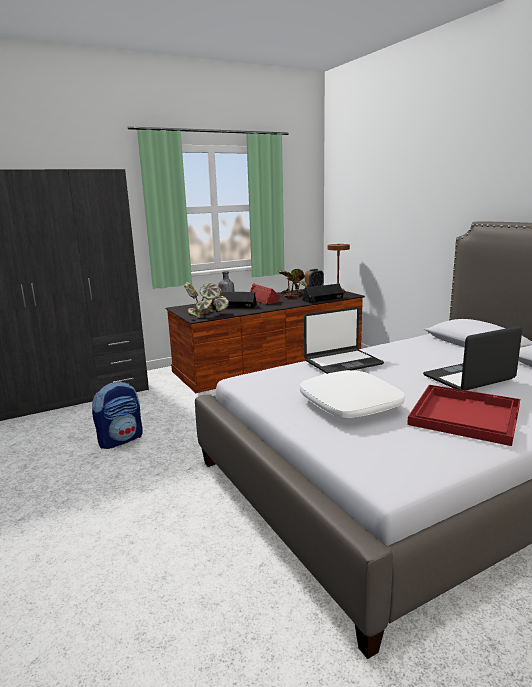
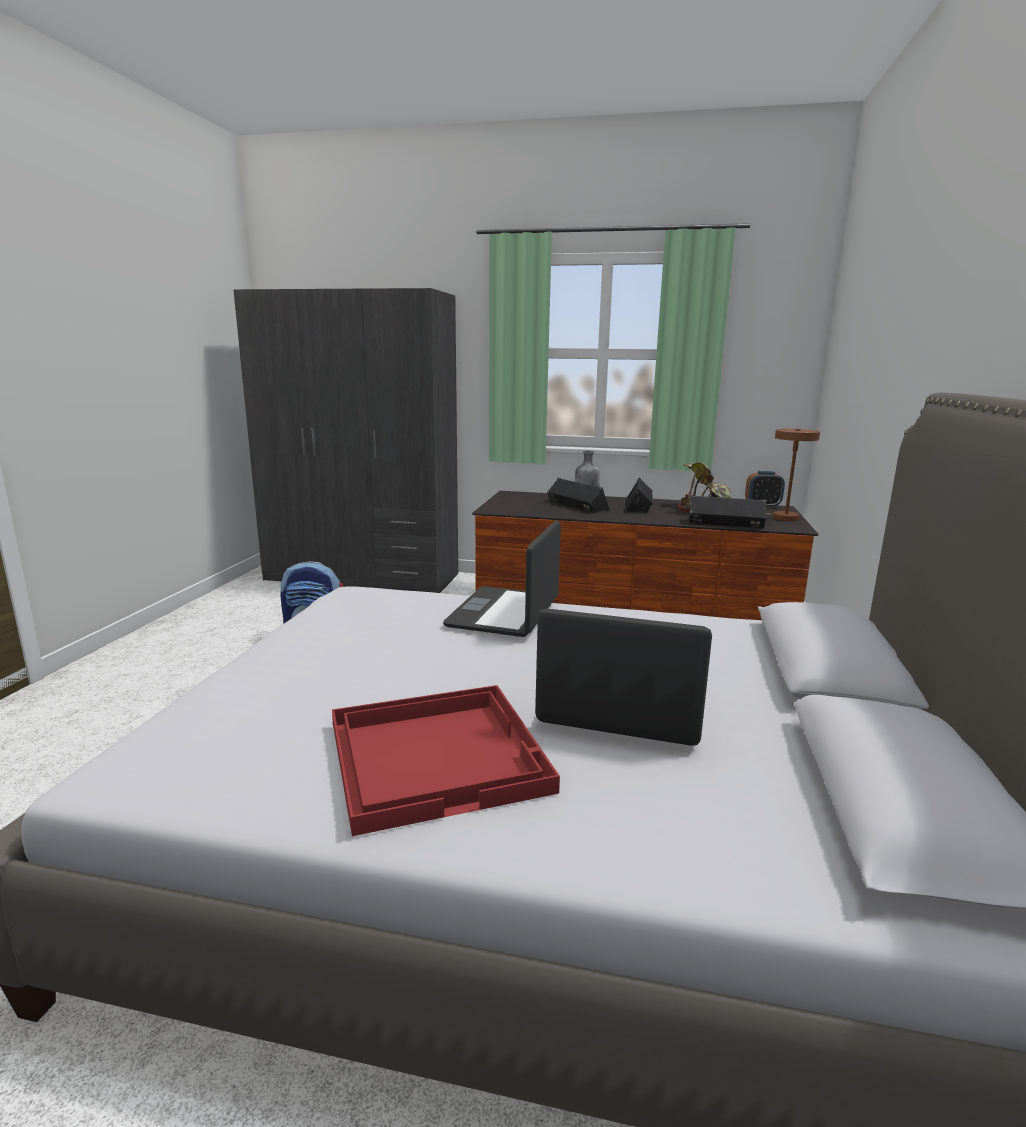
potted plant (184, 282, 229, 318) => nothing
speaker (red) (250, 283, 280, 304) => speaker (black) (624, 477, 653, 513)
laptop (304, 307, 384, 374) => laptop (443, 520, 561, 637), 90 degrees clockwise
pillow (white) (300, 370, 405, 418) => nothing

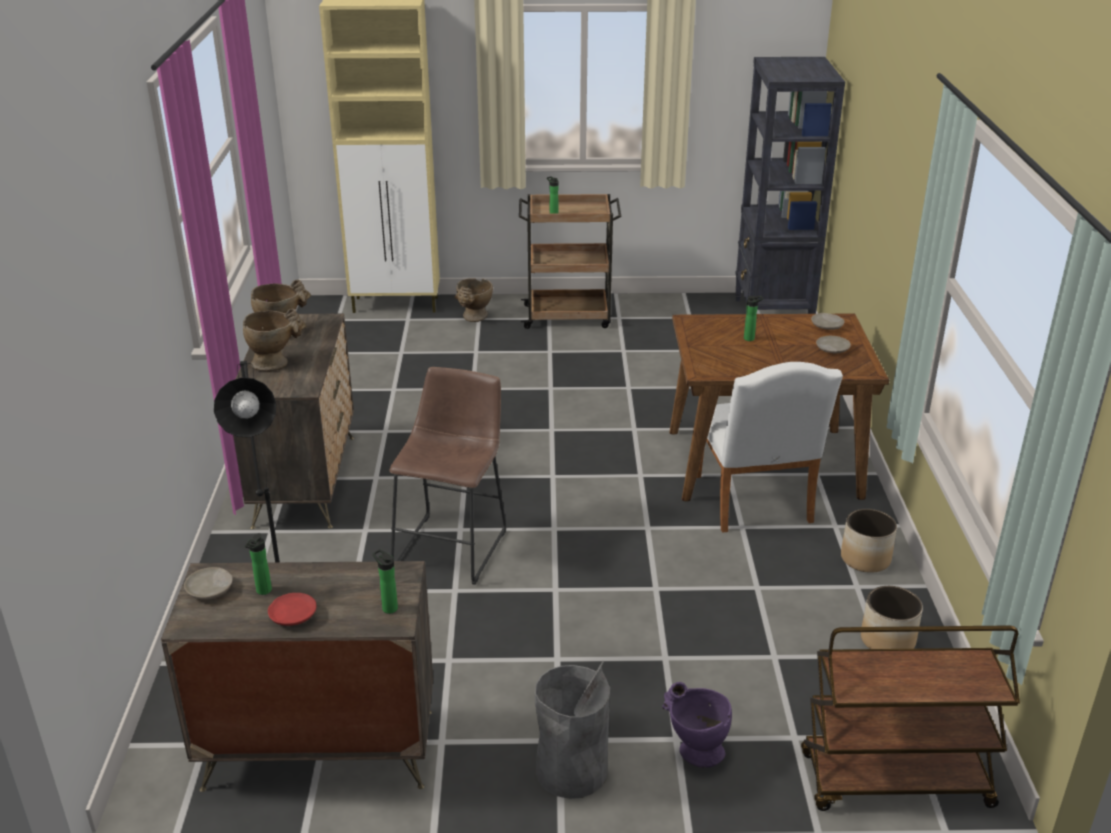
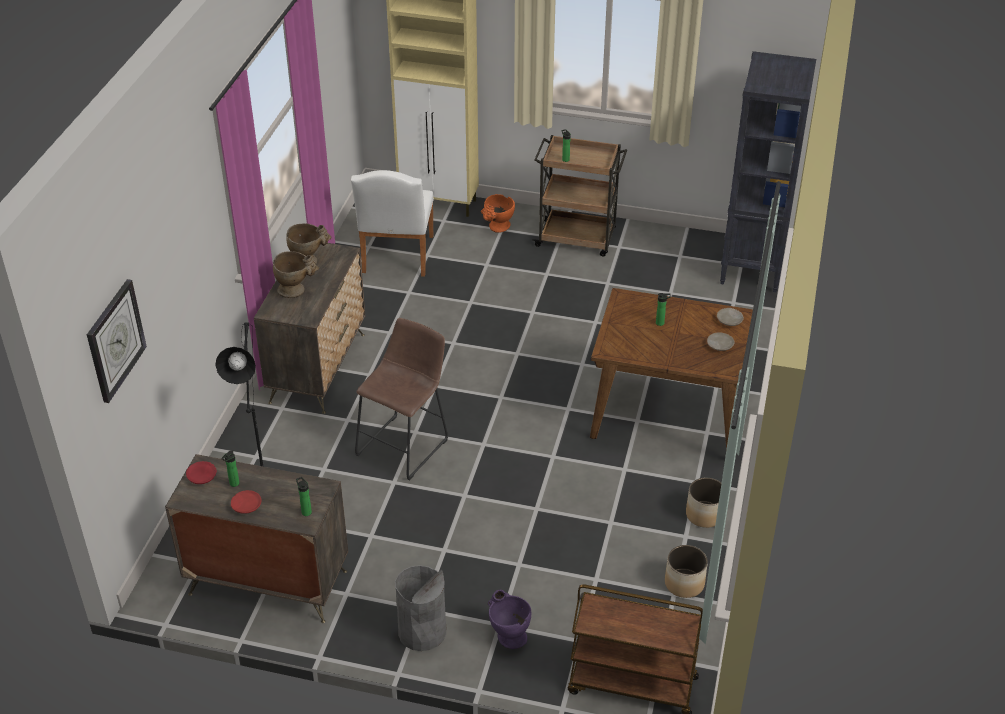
vase (beige) (454, 278, 493, 322) => vase (orange) (480, 194, 515, 233)
chair (white) (697, 362, 843, 533) => chair (white) (351, 170, 434, 276), shifted
plate (beige) (184, 567, 233, 600) => plate (red) (186, 461, 217, 484)
nothing => wall clock (87, 279, 147, 403)

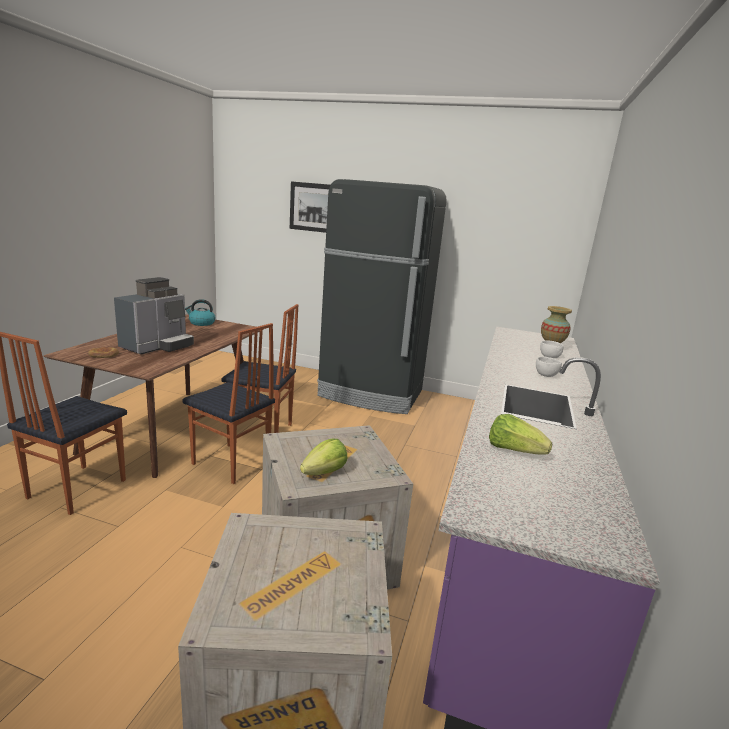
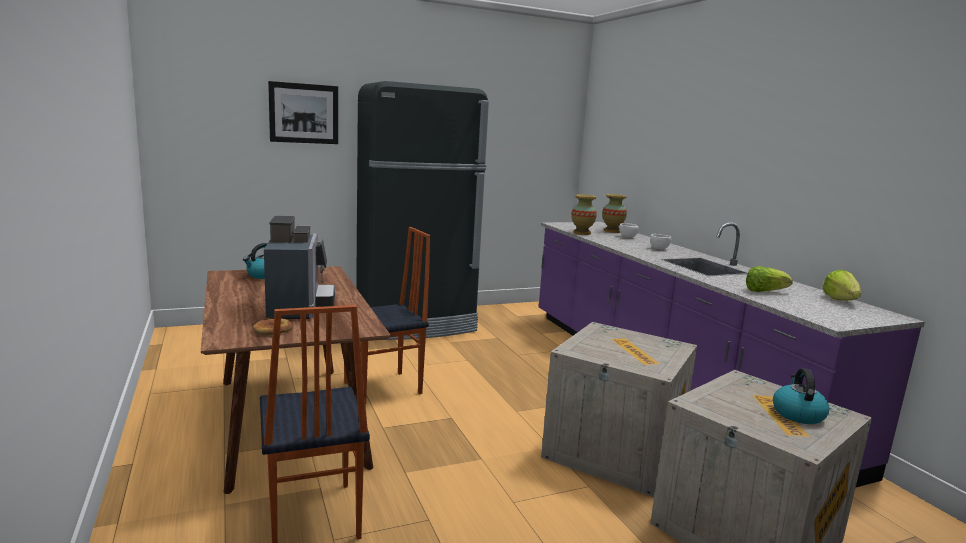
chair (182, 323, 275, 484) => nothing
lettuce (300, 439, 347, 475) => lettuce (822, 270, 861, 301), shifted
nothing => vase (571, 195, 597, 235)
nothing => kettle (773, 368, 830, 424)

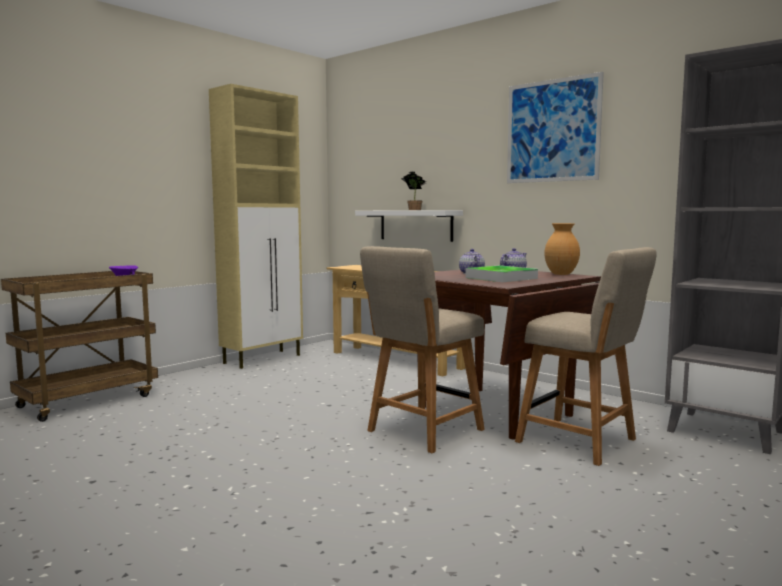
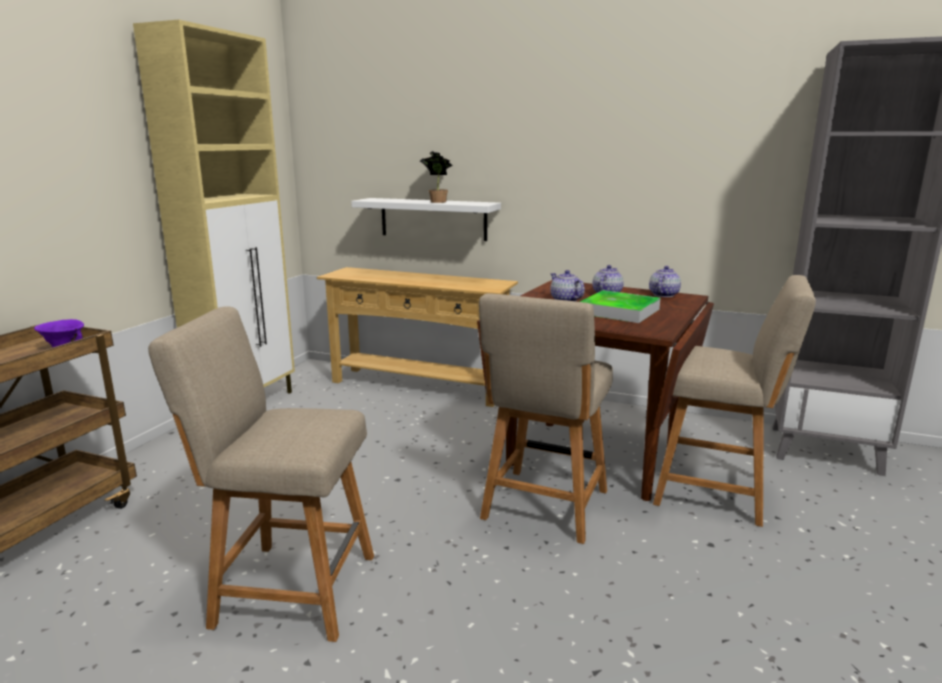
picture (507, 72, 604, 183) => nothing
vase (brown) (544, 223, 580, 275) => teapot (649, 266, 681, 297)
nothing => chair (beige) (148, 307, 374, 642)

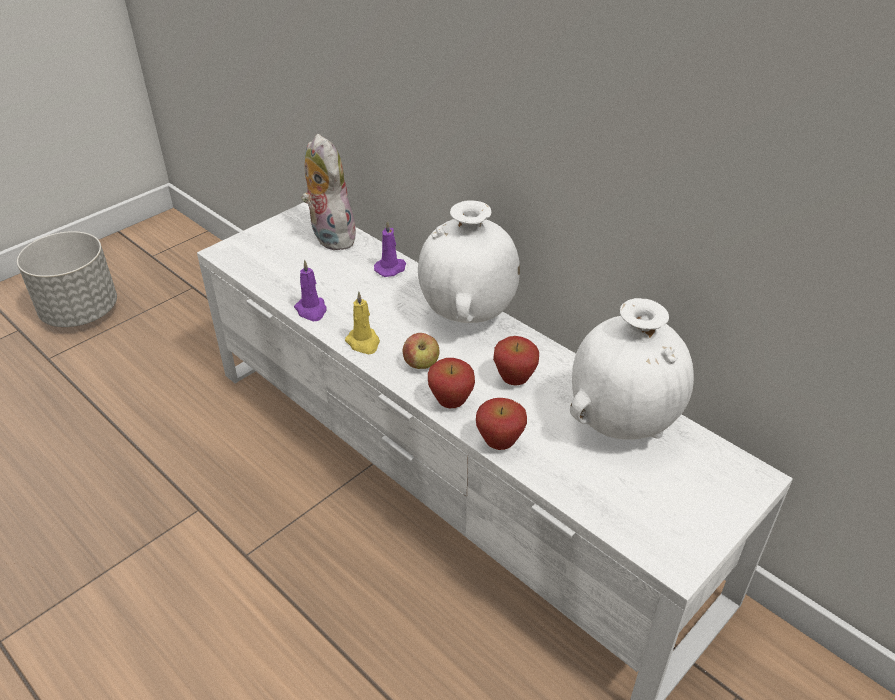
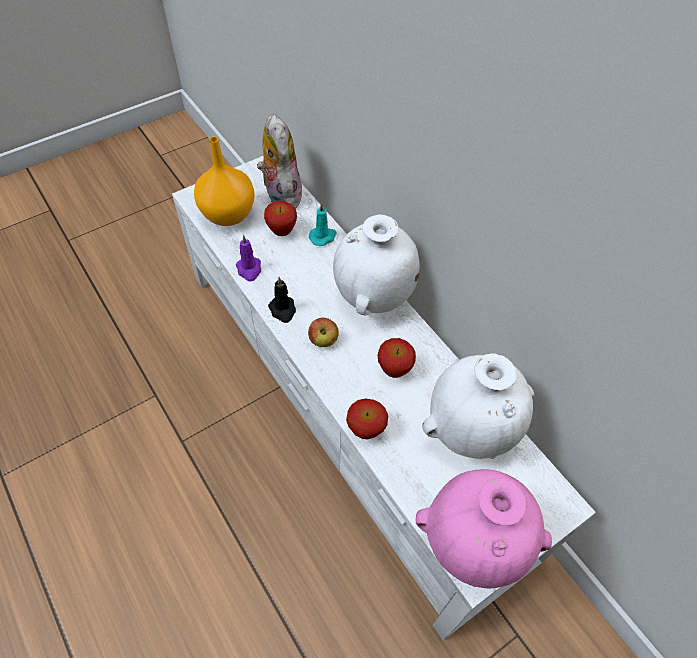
candle (purple) (374, 220, 406, 277) => candle (turquoise) (309, 203, 337, 246)
planter (grey) (17, 231, 117, 327) => nothing
candle (yellow) (345, 291, 380, 354) => candle (black) (268, 277, 296, 323)
apple (428, 358, 475, 408) => apple (264, 201, 297, 236), shifted
nothing => vase (orange) (194, 136, 255, 226)
nothing => vase (pink) (416, 469, 552, 588)

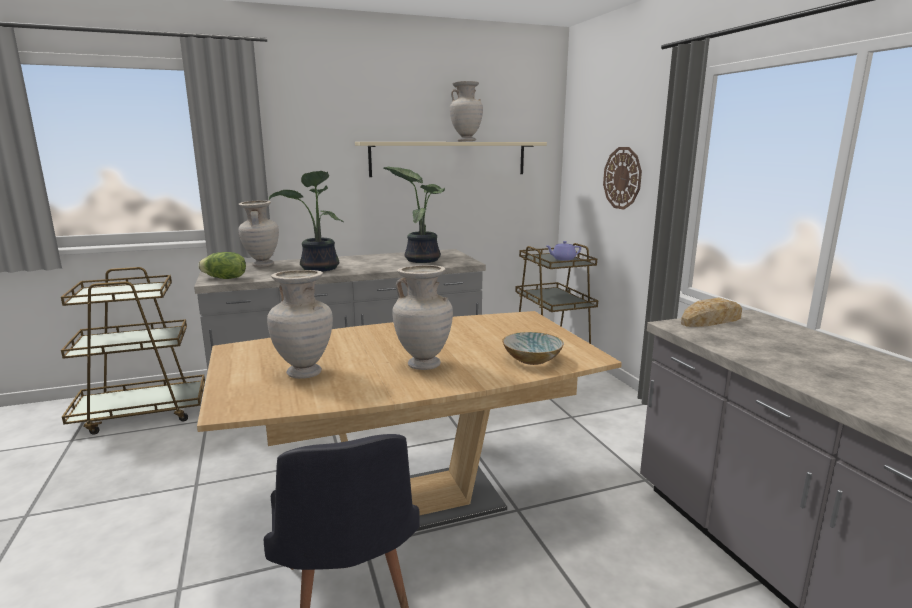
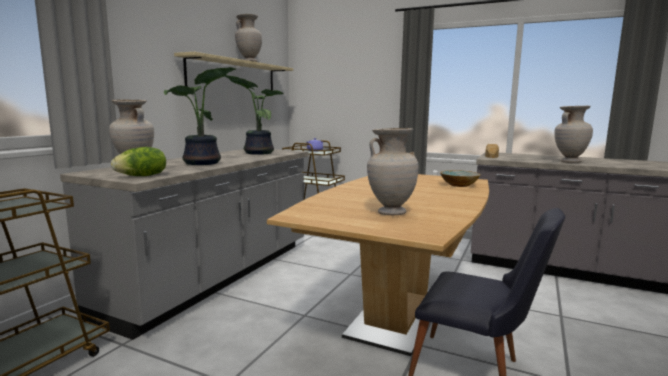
wall clock (603, 147, 642, 210) => nothing
vase (beige) (392, 265, 453, 370) => vase (beige) (554, 106, 593, 163), shifted

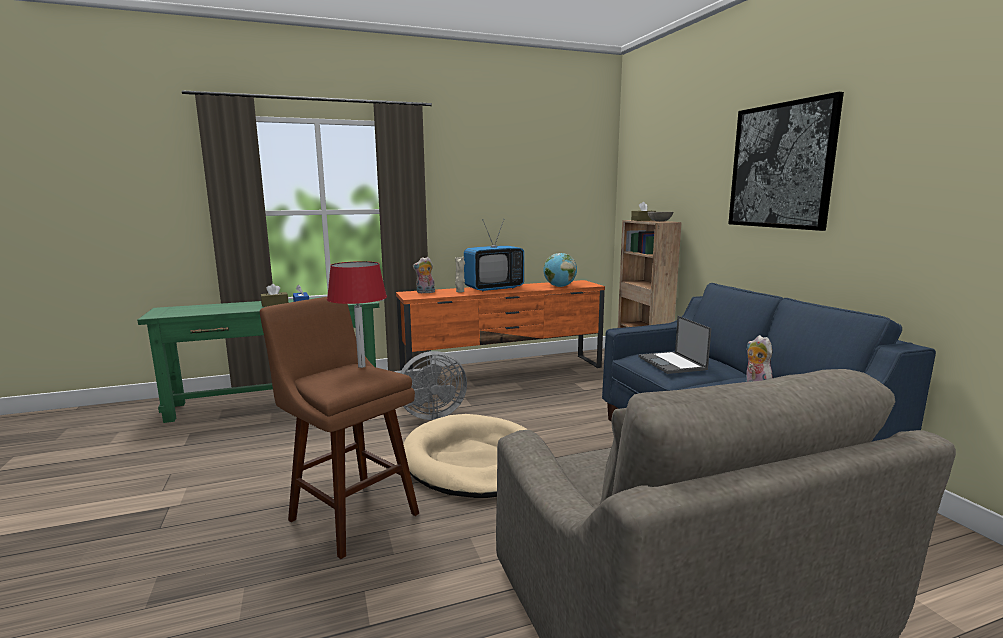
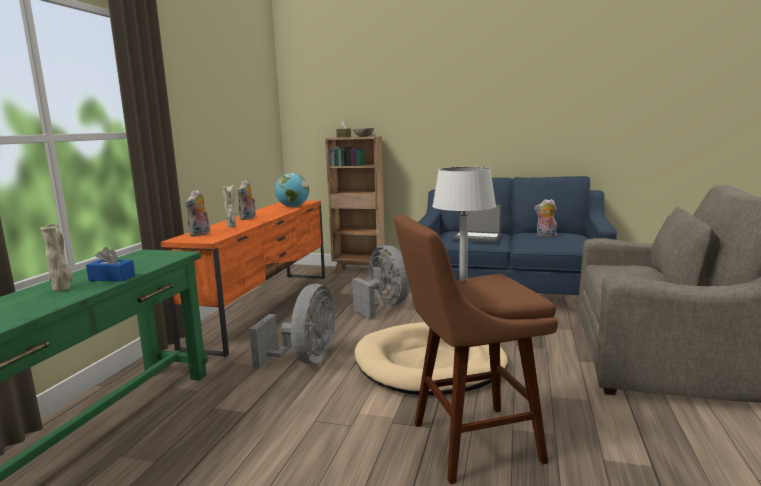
picture (728, 92, 844, 231) => nothing
television (464, 220, 524, 291) => plush toy (238, 180, 255, 220)
table lamp (red) (327, 261, 387, 368) => table lamp (white) (432, 167, 496, 281)
tissue box (brown) (261, 284, 288, 307) => vase (beige) (40, 223, 73, 291)
nothing => fan (grey) (353, 245, 410, 319)

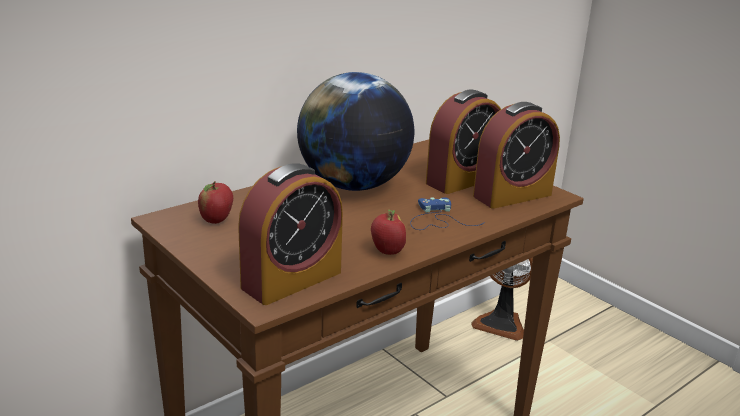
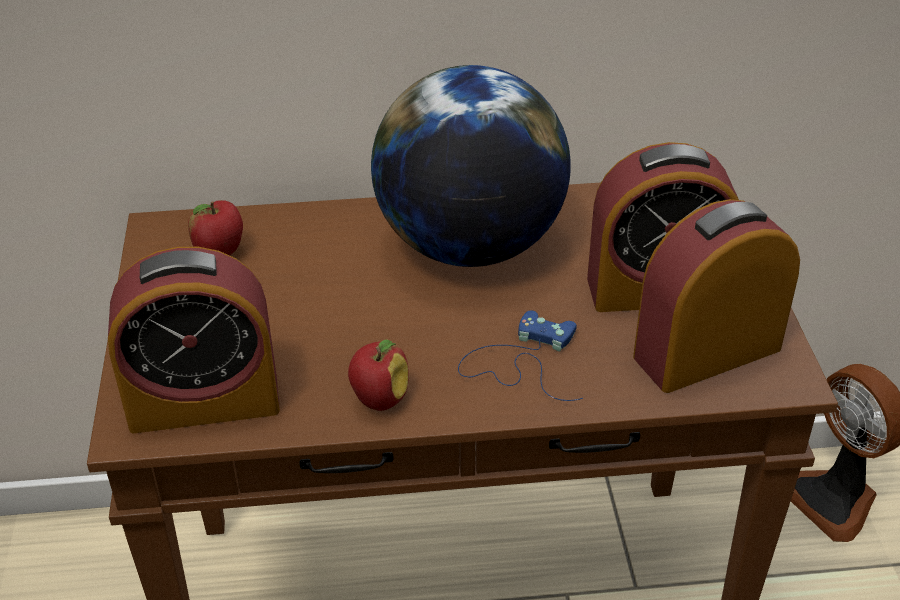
alarm clock (473, 102, 560, 209) => alarm clock (633, 199, 800, 393), 150 degrees clockwise

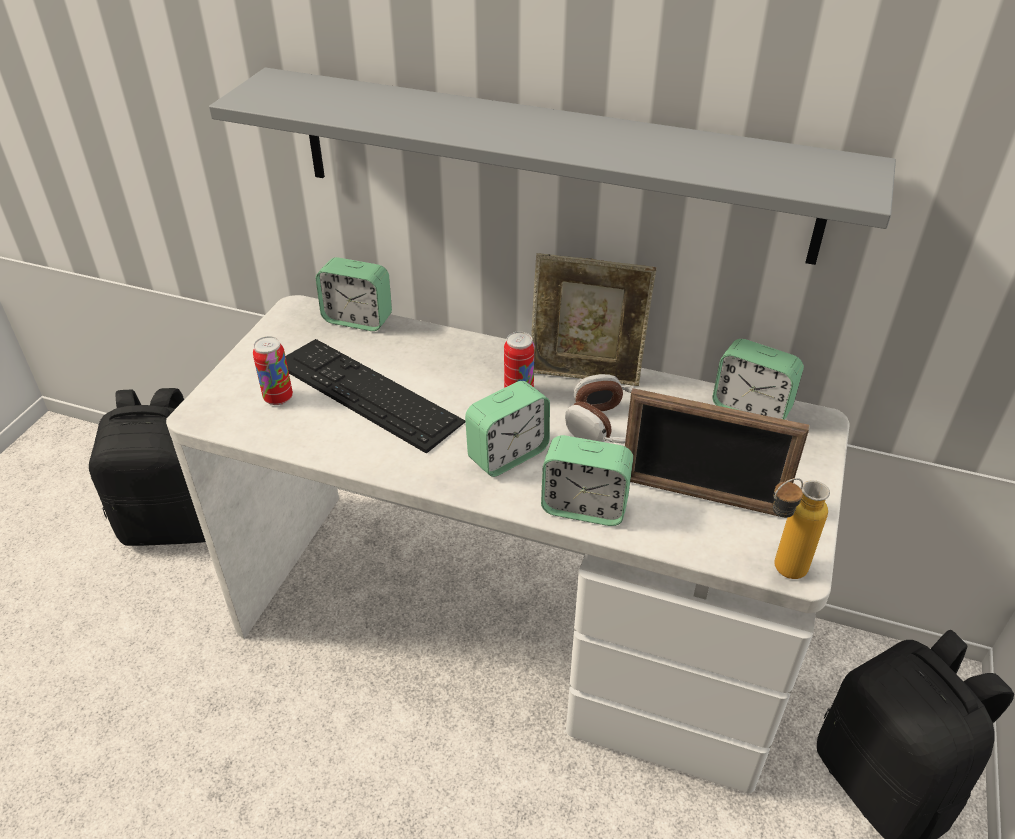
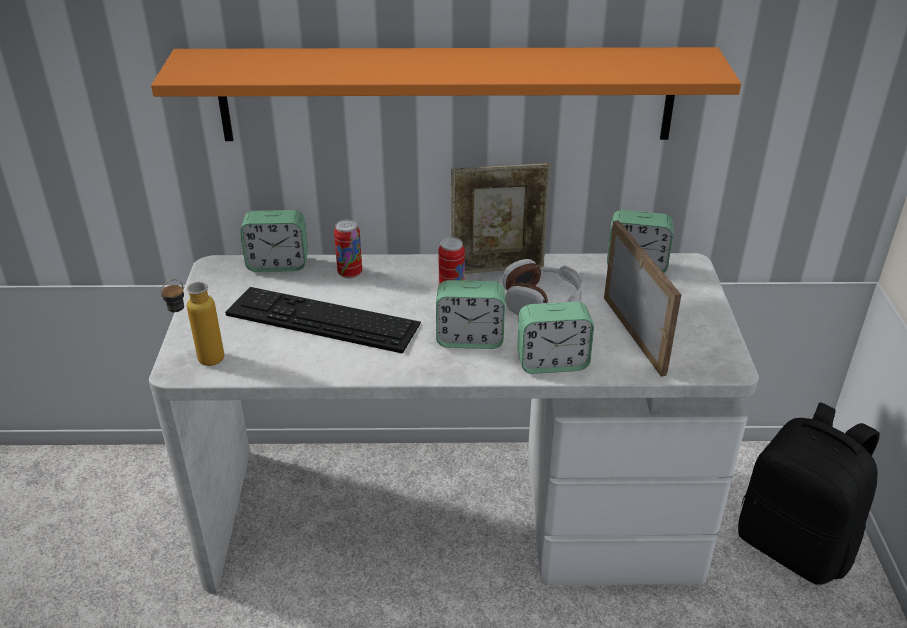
shelf (grey) (209, 68, 896, 265) => shelf (orange) (151, 47, 741, 141)
can (253, 336, 293, 405) => can (334, 219, 362, 279), shifted
alarm clock (465, 381, 550, 477) => alarm clock (436, 280, 505, 349), 60 degrees clockwise
backpack (black) (89, 388, 206, 546) => nothing
picture frame (625, 388, 810, 517) => picture frame (604, 220, 681, 377), 105 degrees counterclockwise
bottle (773, 478, 830, 579) => bottle (160, 279, 224, 366), shifted

